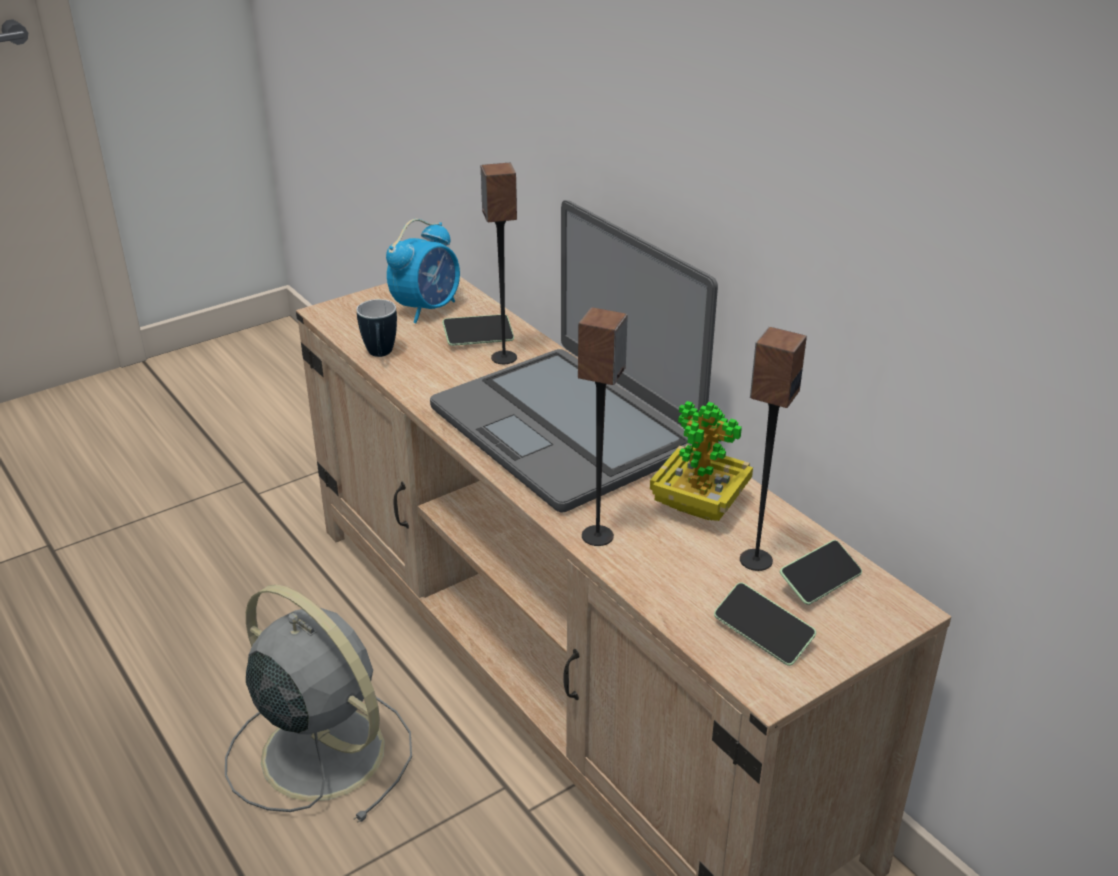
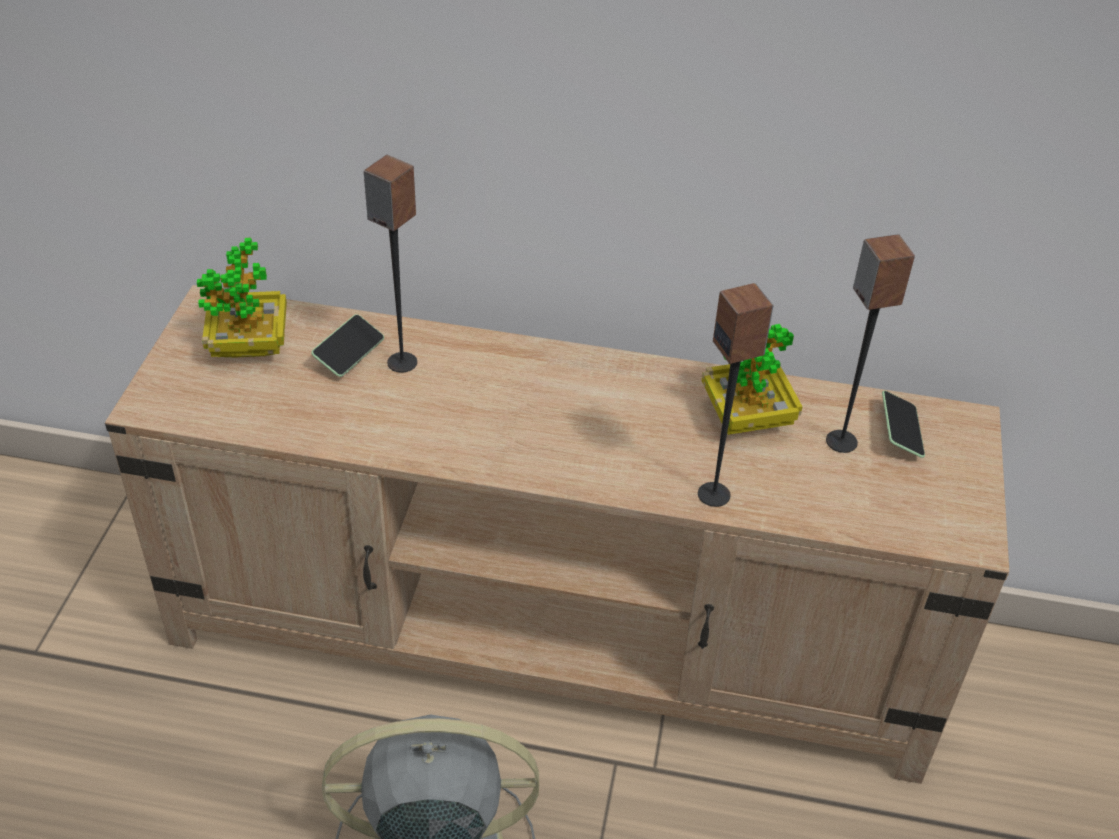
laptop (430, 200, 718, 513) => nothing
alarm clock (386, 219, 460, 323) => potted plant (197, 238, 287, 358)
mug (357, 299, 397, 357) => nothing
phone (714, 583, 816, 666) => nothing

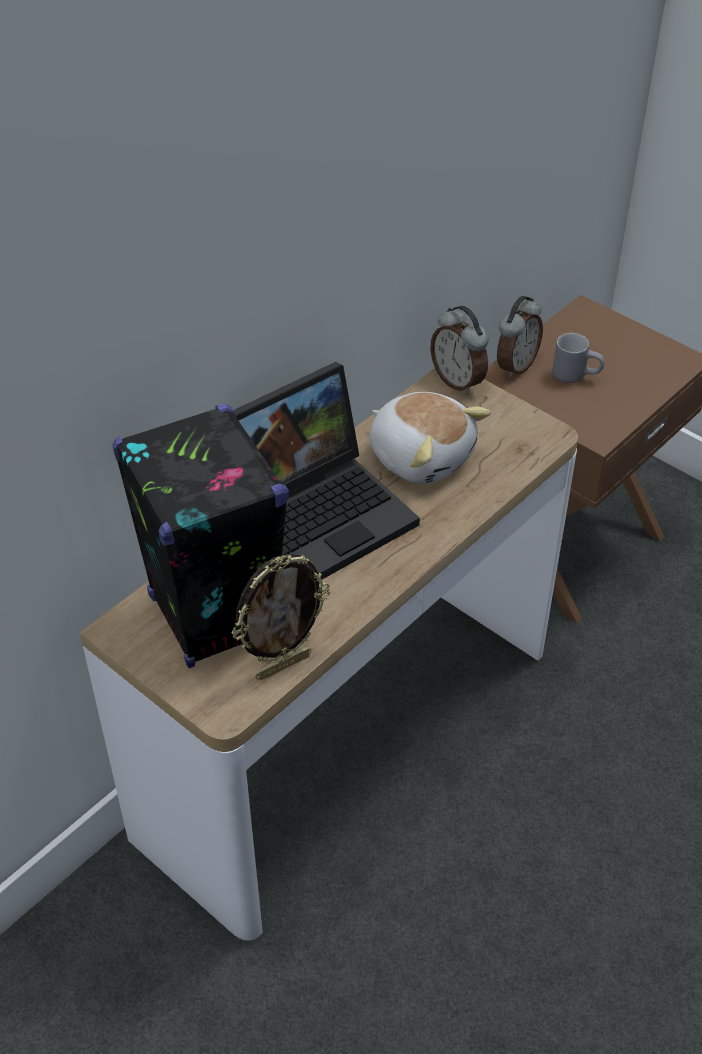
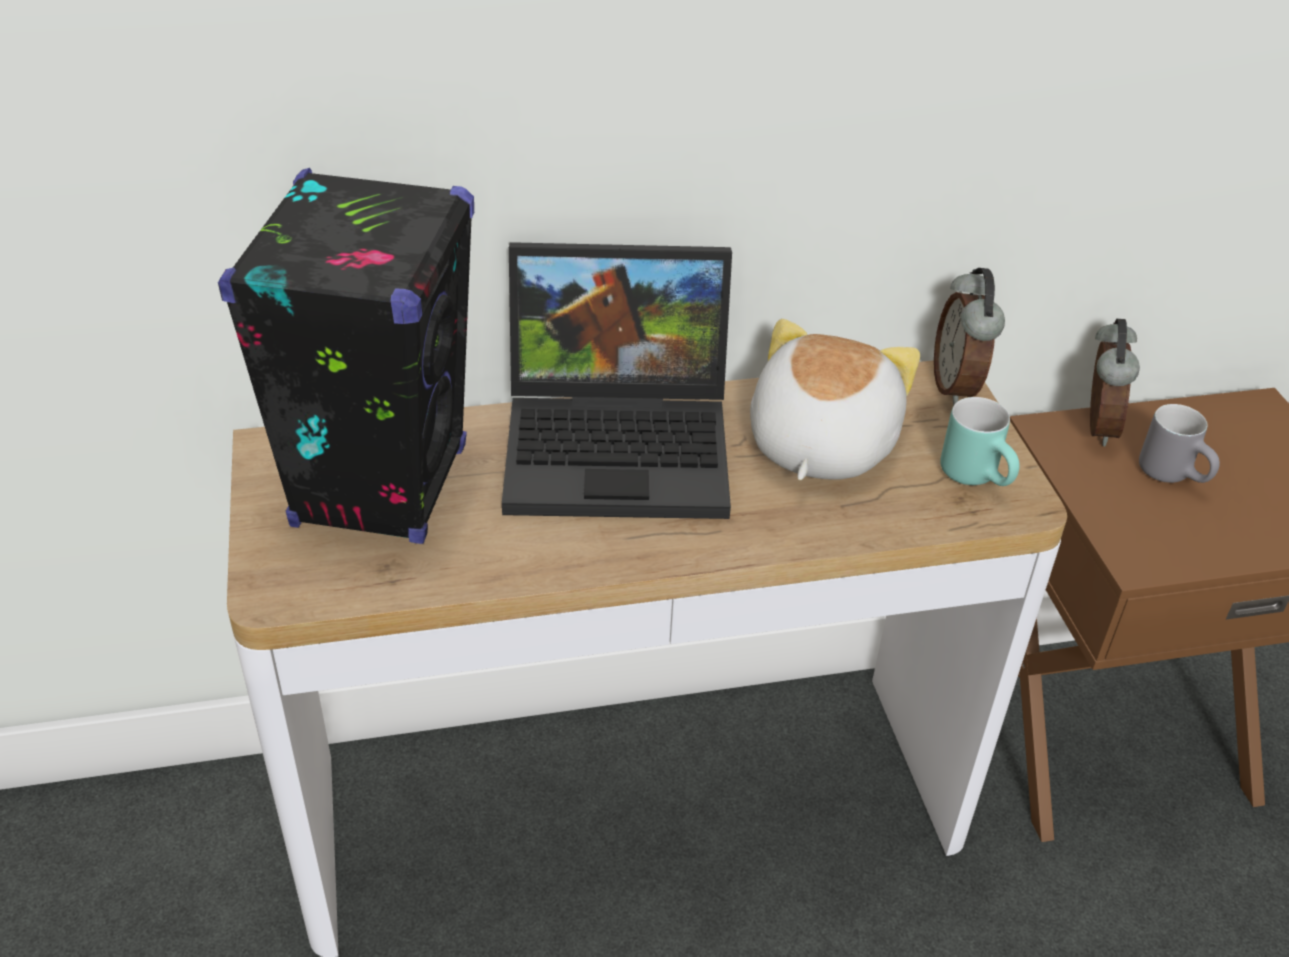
alarm clock (497, 296, 543, 378) => alarm clock (1090, 319, 1140, 446), 60 degrees counterclockwise
plush toy (369, 392, 491, 484) => plush toy (750, 319, 920, 480), 150 degrees counterclockwise
picture frame (231, 554, 330, 680) => nothing
nothing => mug (turquoise) (940, 397, 1020, 486)

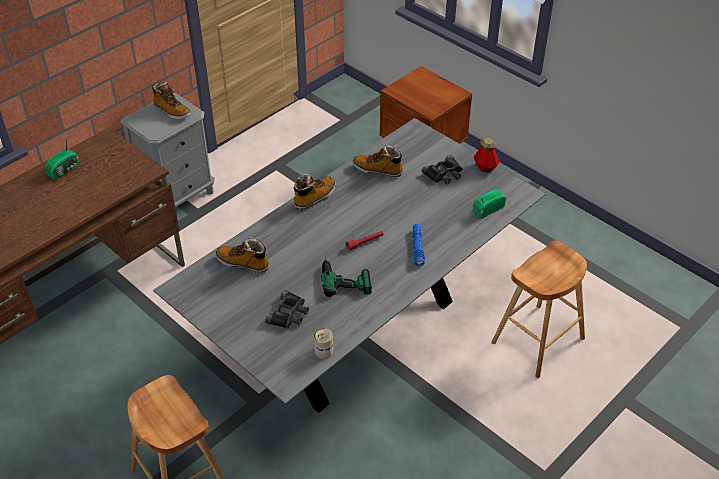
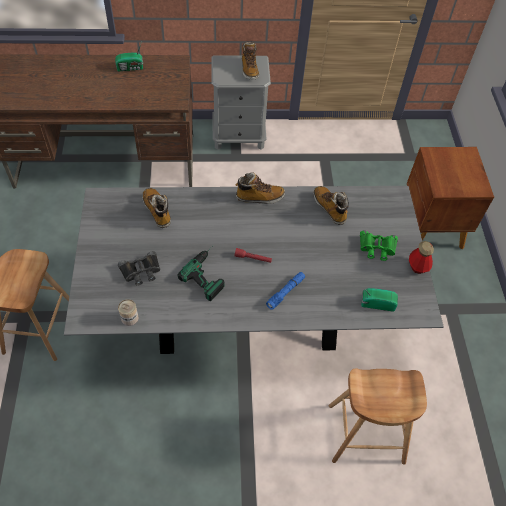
binoculars (black) (422, 155, 462, 185) => binoculars (green) (360, 231, 398, 261)

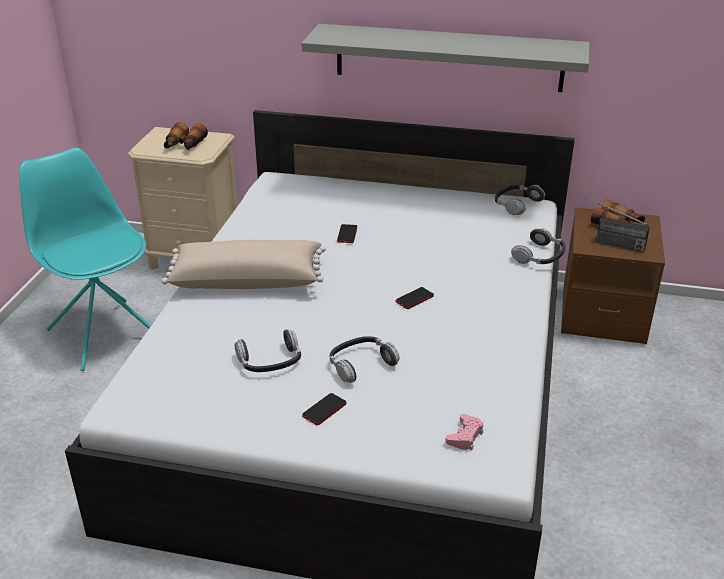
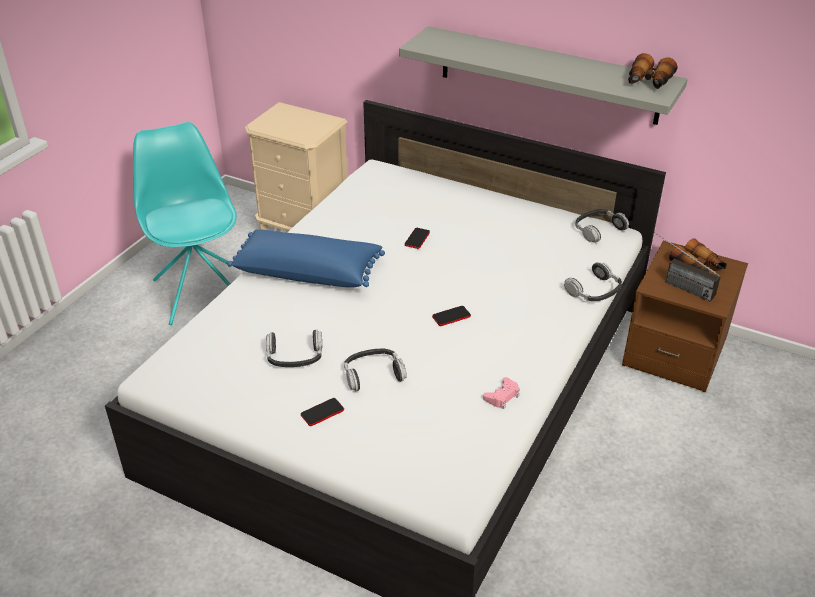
binoculars (164, 122, 208, 150) => binoculars (628, 53, 677, 89), shifted
pillow (beige) (162, 240, 326, 289) => pillow (blue) (227, 229, 385, 287)
game controller (pink) (445, 414, 483, 450) => game controller (pink) (483, 377, 520, 409), shifted

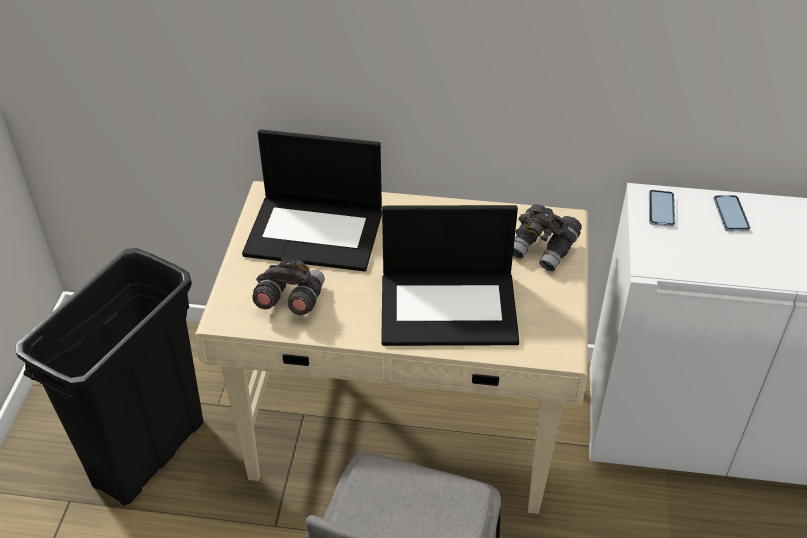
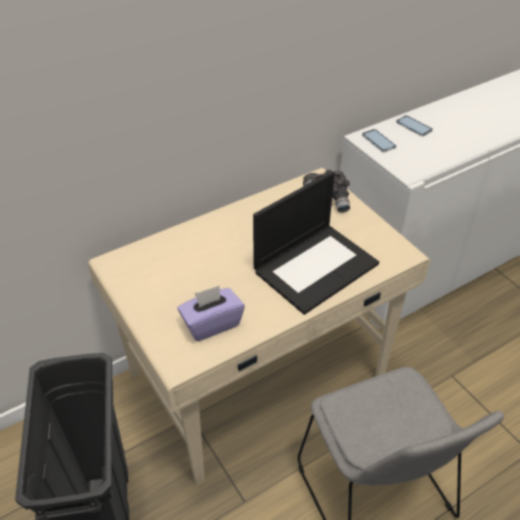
laptop (242, 129, 382, 271) => nothing
binoculars (grey) (252, 257, 325, 315) => tissue box (purple) (177, 286, 245, 341)

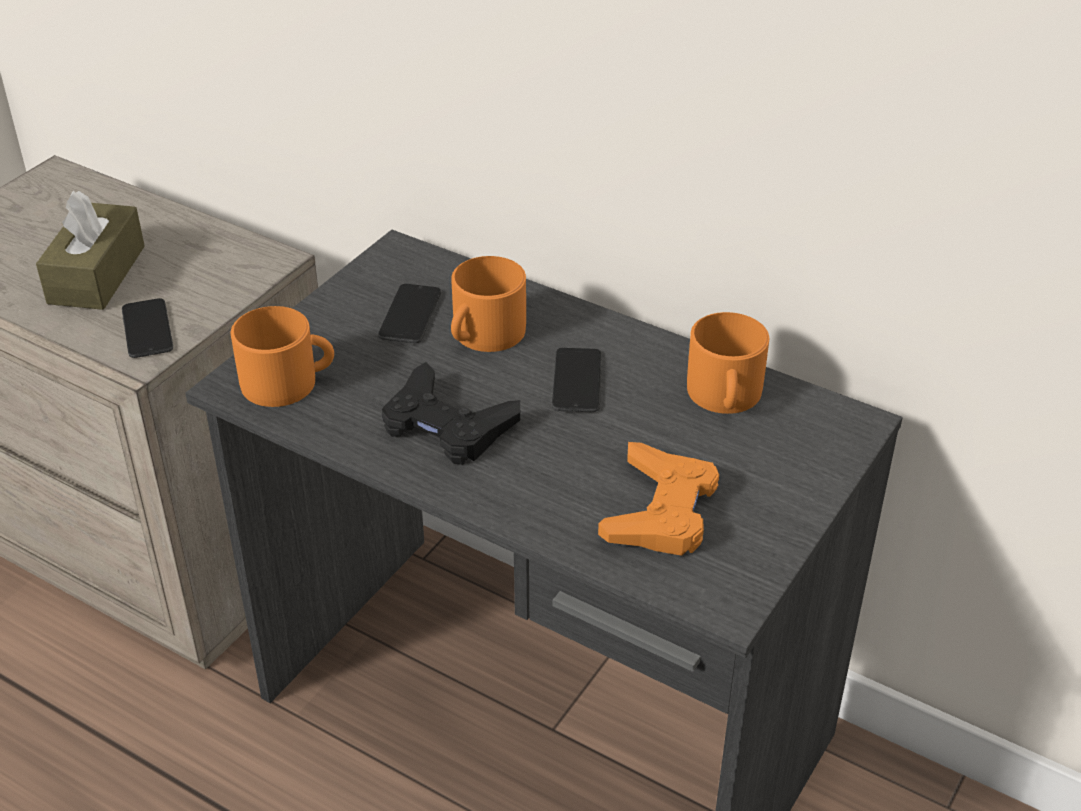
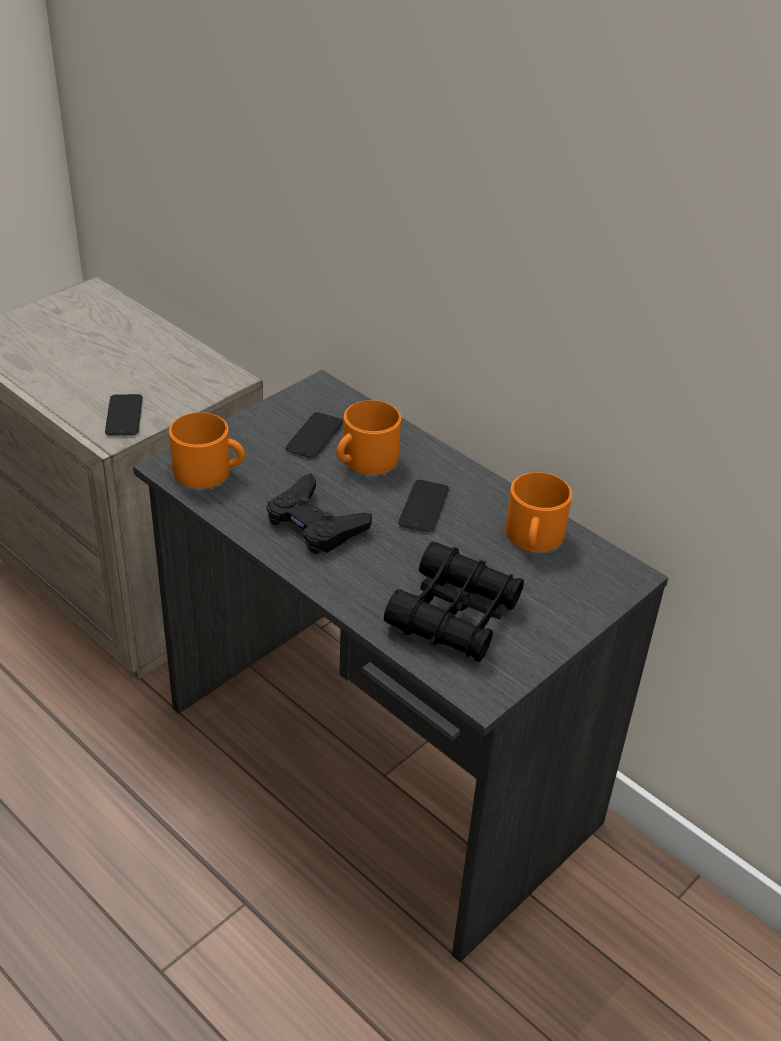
tissue box (brown) (36, 191, 145, 310) => nothing
game controller (orange) (598, 442, 719, 556) => binoculars (black) (384, 542, 524, 662)

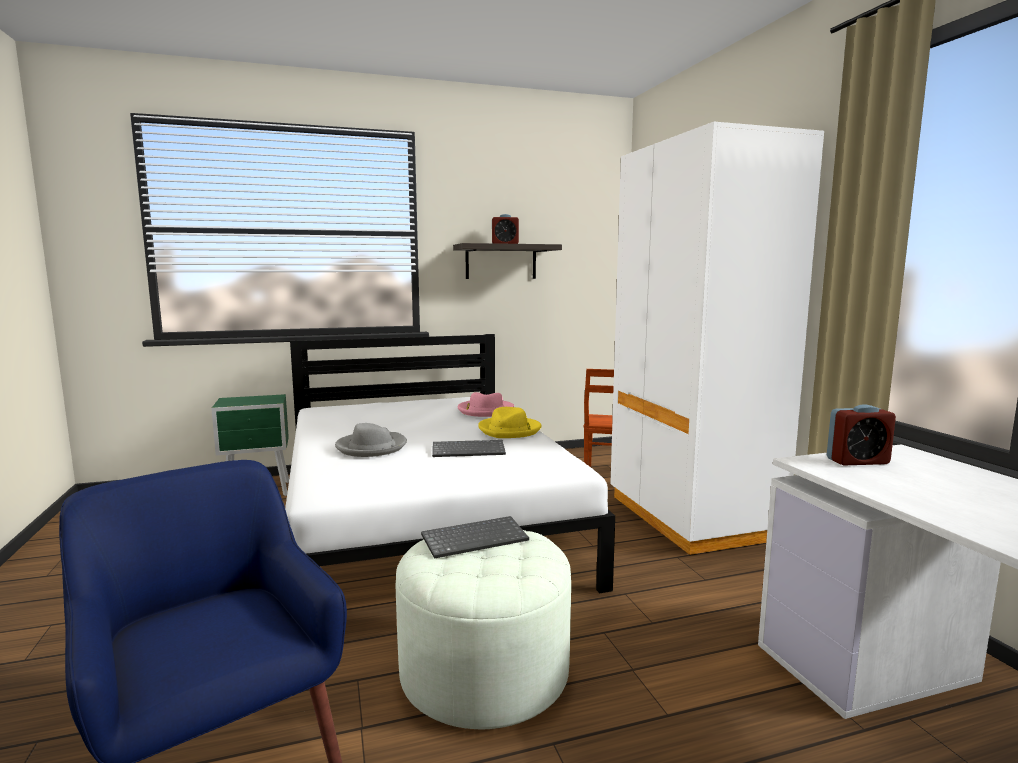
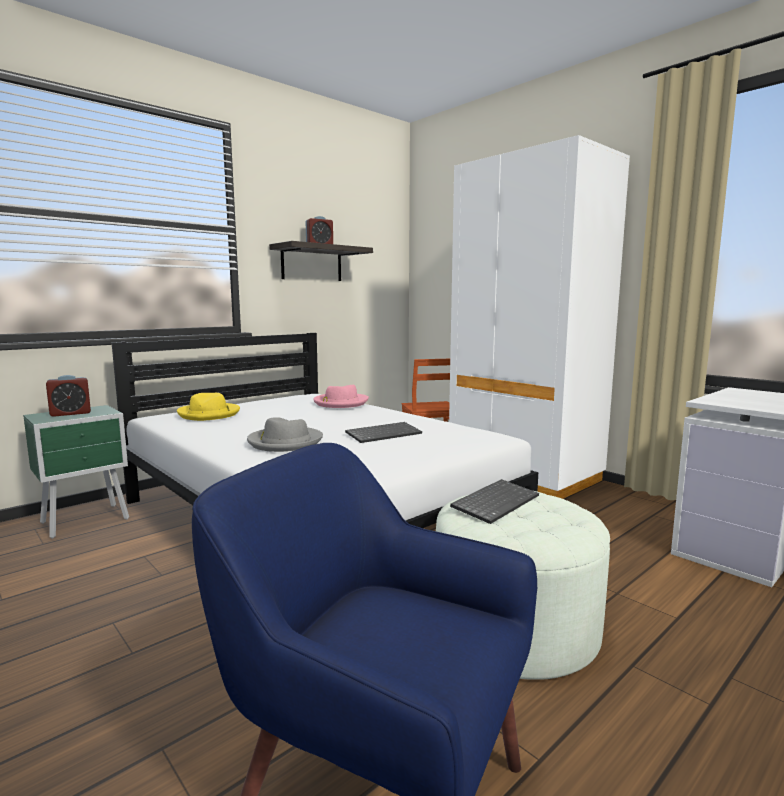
alarm clock (827, 404, 896, 466) => alarm clock (46, 375, 91, 417), shifted
hat (yellow) (478, 407, 541, 438) => hat (yellow) (177, 393, 240, 421), shifted

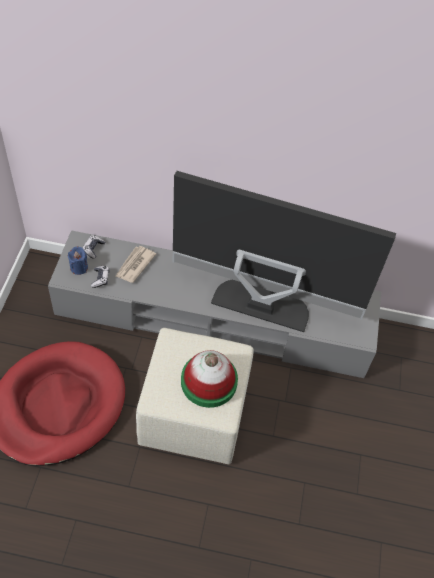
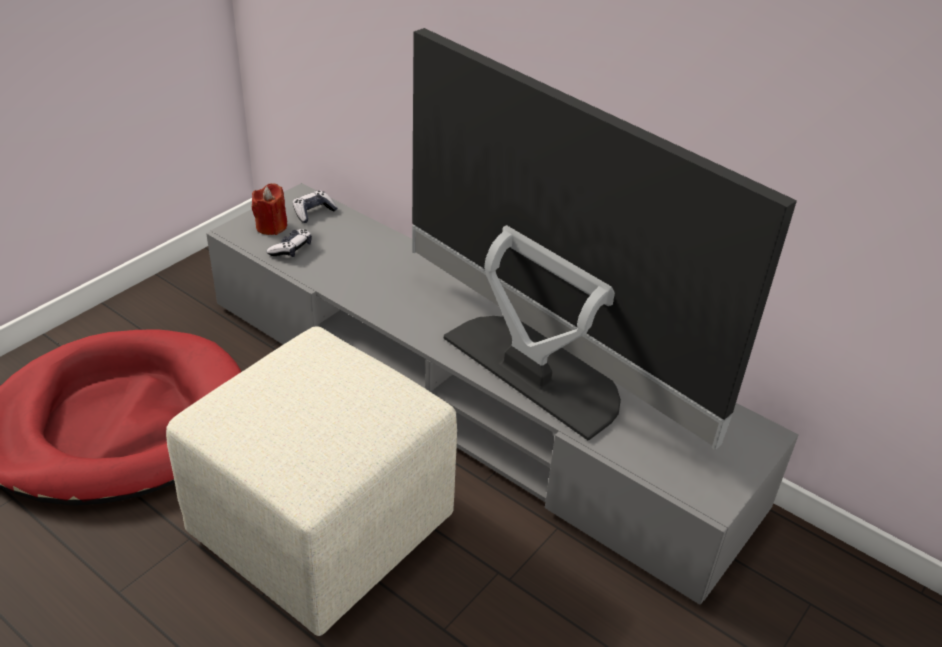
candle (blue) (68, 246, 88, 275) => candle (red) (252, 183, 287, 235)
newspaper (115, 246, 156, 283) => nothing
hat (181, 350, 238, 408) => nothing

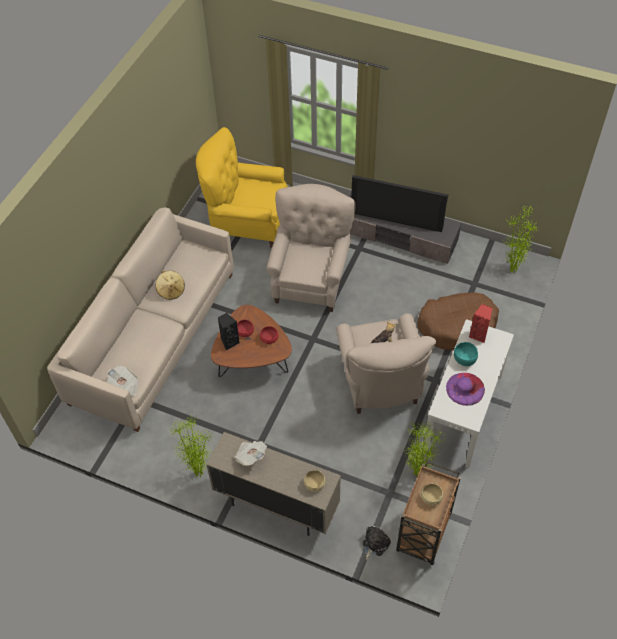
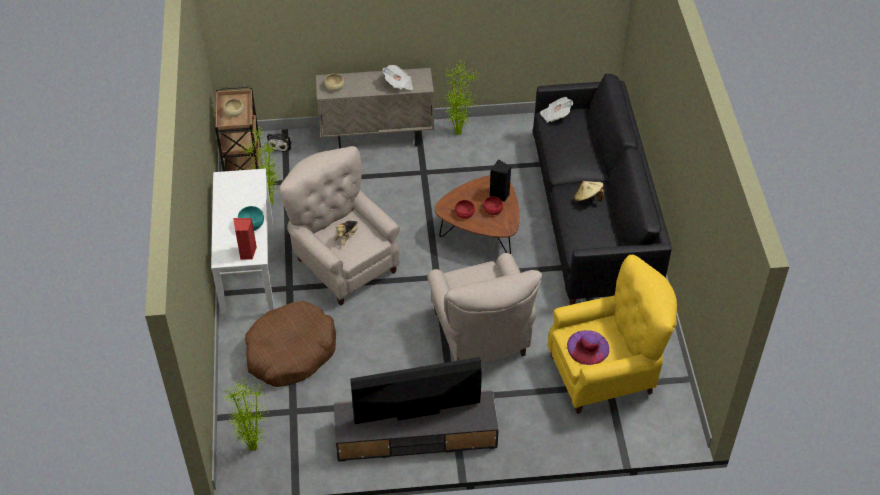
sofa (beige) (47, 207, 234, 432) => sofa (black) (533, 74, 672, 305)
hat (purple) (446, 373, 485, 406) => hat (purple) (567, 330, 609, 365), shifted

